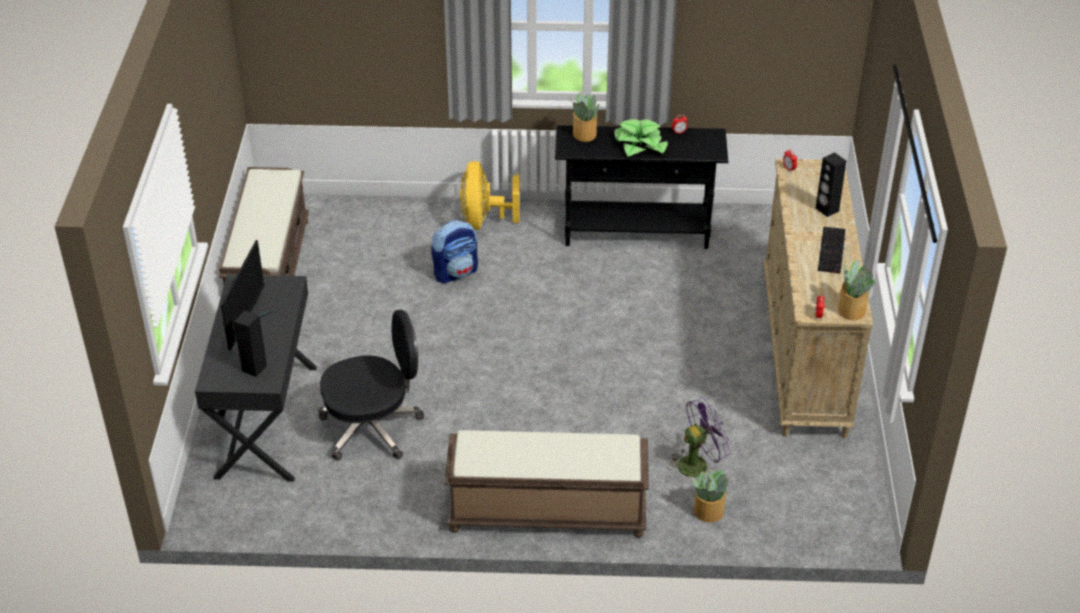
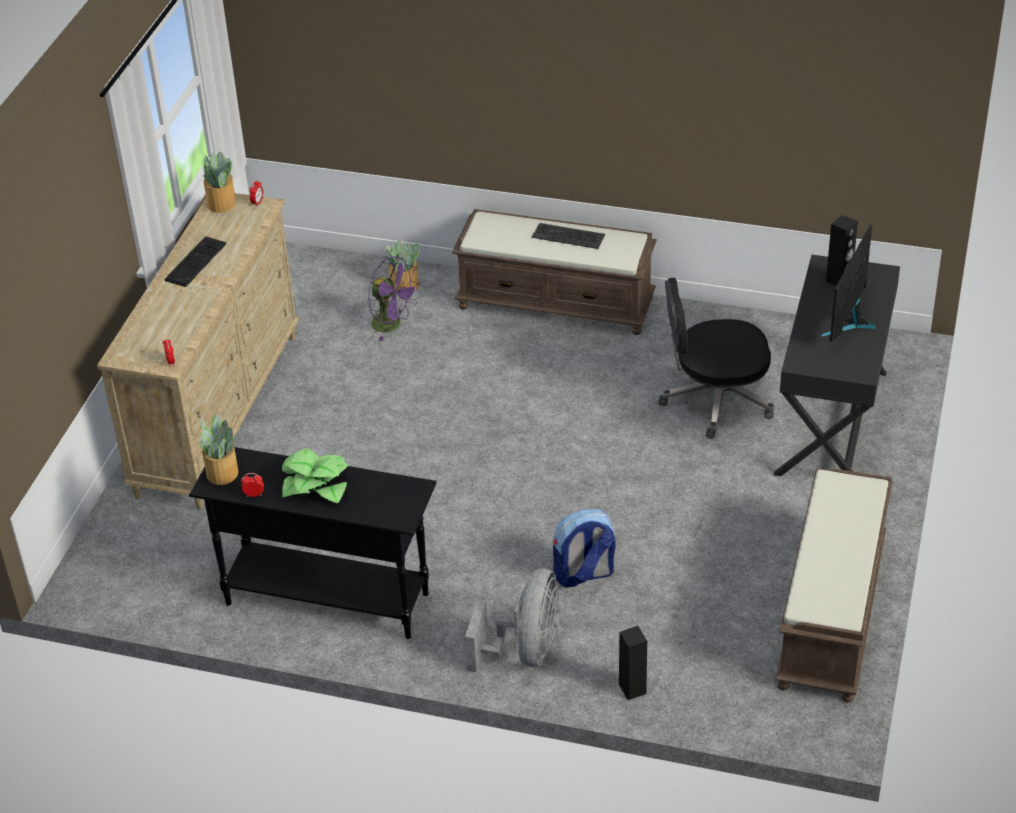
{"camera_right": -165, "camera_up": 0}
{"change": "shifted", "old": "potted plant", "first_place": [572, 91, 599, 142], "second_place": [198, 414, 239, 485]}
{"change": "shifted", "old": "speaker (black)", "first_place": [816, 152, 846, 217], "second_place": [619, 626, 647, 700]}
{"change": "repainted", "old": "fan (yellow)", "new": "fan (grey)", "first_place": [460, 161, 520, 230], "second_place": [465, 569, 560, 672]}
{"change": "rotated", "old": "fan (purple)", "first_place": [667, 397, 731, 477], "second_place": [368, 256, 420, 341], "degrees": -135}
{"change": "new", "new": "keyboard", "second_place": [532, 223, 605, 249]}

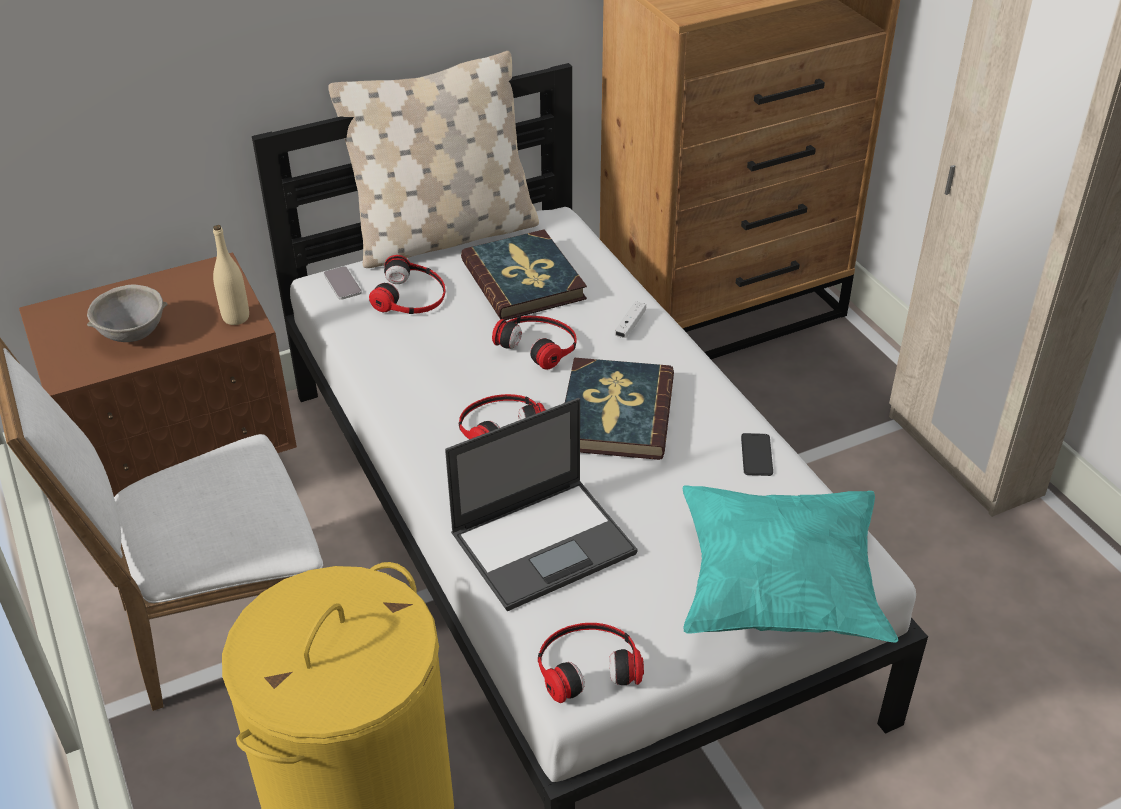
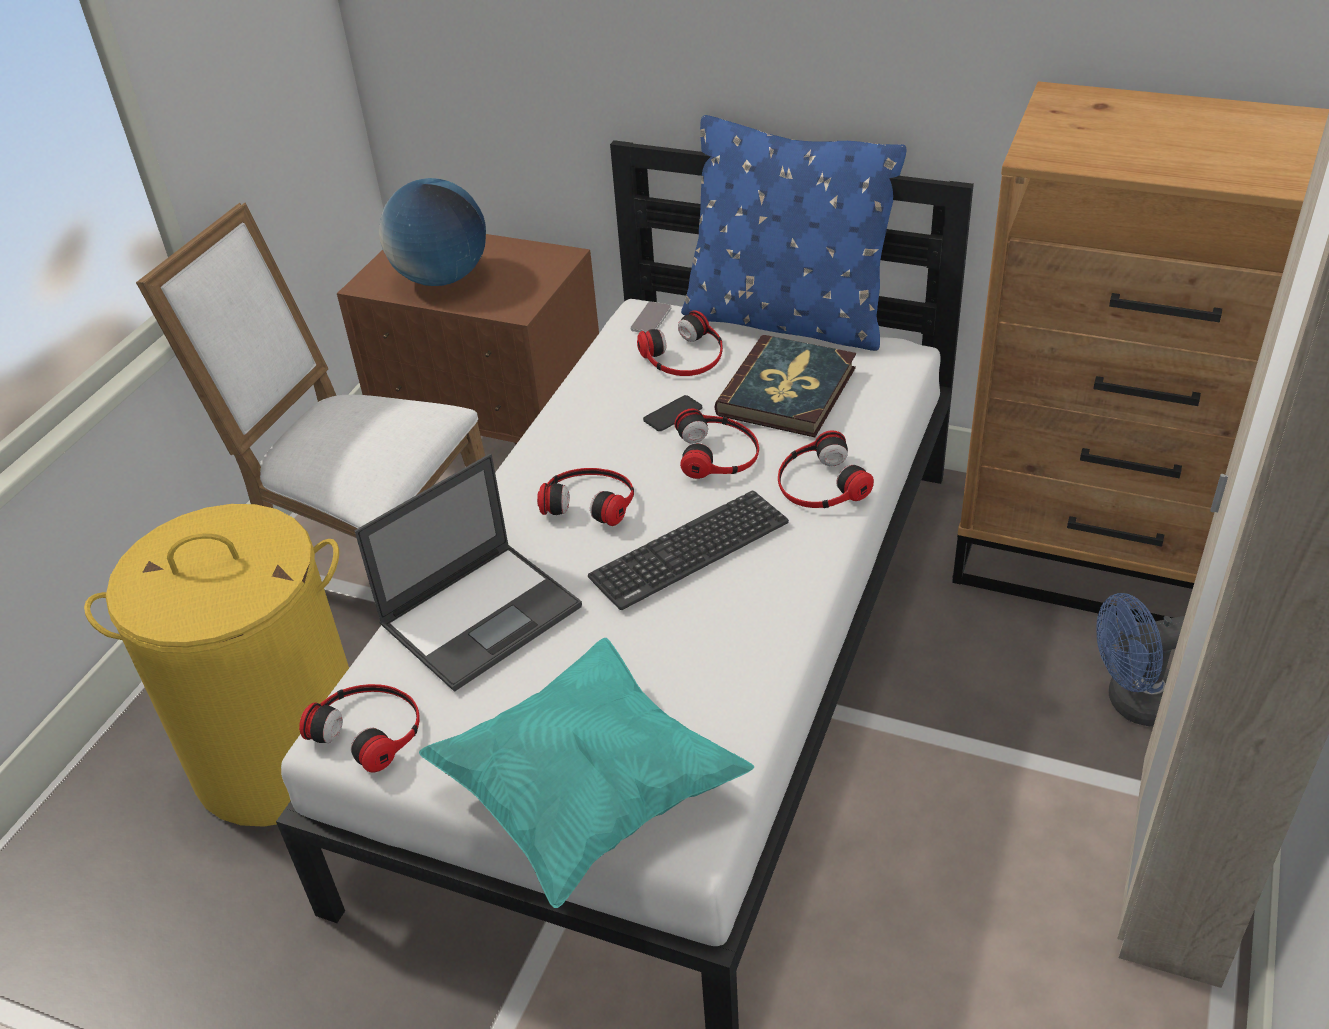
{"camera_right": 50, "camera_up": 0}
{"change": "repainted", "old": "pillow (beige)", "new": "pillow (blue)", "first_place": [328, 51, 539, 268], "second_place": [681, 115, 907, 351]}
{"change": "gone", "old": "bottle (beige)", "first_place": [213, 225, 249, 325]}
{"change": "swapped", "old": "bowl (grey)", "new": "globe", "first_place": [87, 284, 167, 342], "second_place": [379, 178, 486, 286]}
{"change": "swapped", "old": "game controller (white)", "new": "headphones", "first_place": [615, 301, 646, 338], "second_place": [778, 431, 874, 508]}
{"change": "swapped", "old": "book", "new": "keyboard", "first_place": [565, 357, 674, 460], "second_place": [588, 490, 789, 610]}
{"change": "rotated", "old": "laptop", "first_place": [445, 398, 638, 611], "second_place": [354, 454, 582, 692], "degrees": -60}
{"change": "shifted", "old": "phone", "first_place": [741, 433, 773, 476], "second_place": [643, 395, 702, 431]}
{"change": "new", "new": "fan (blue)", "second_place": [1097, 593, 1185, 726]}

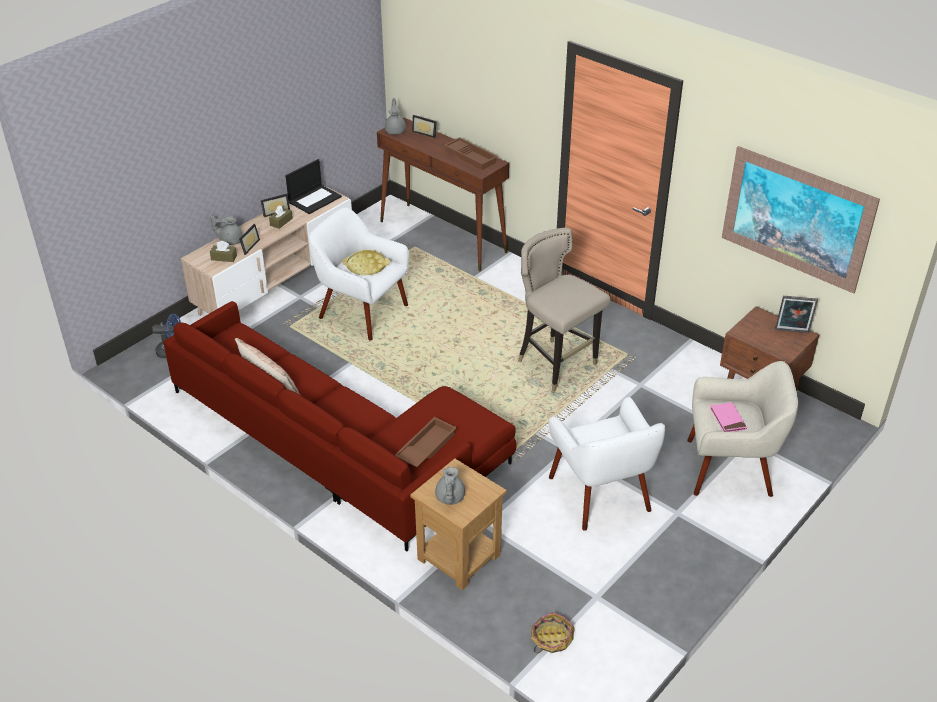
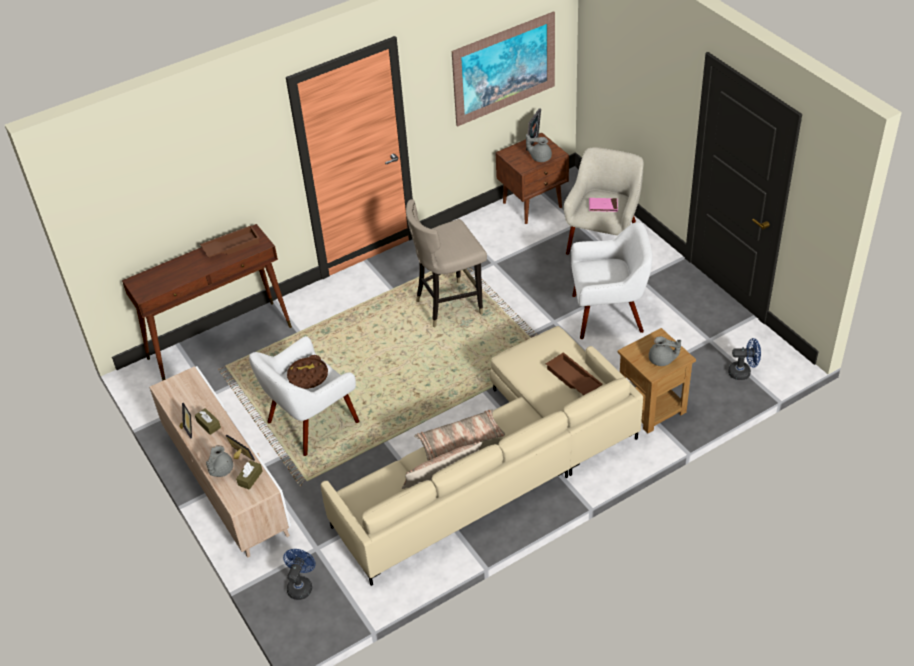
{"camera_right": -70, "camera_up": 5}
{"change": "shifted", "old": "teapot (grey)", "first_place": [385, 98, 406, 135], "second_place": [526, 134, 552, 162]}
{"change": "gone", "old": "picture frame", "first_place": [412, 115, 436, 138]}
{"change": "gone", "old": "laptop", "first_place": [285, 159, 342, 214]}
{"change": "repainted", "old": "tray (yellow)", "new": "tray (brown)", "first_place": [342, 250, 390, 275], "second_place": [287, 355, 328, 389]}
{"change": "repainted", "old": "sofa (red)", "new": "sofa (beige)", "first_place": [164, 301, 516, 552], "second_place": [321, 326, 643, 586]}
{"change": "swapped", "old": "basket", "new": "fan (blue)", "first_place": [531, 612, 575, 653], "second_place": [728, 338, 761, 380]}
{"change": "new", "new": "pillow", "second_place": [414, 409, 505, 461]}

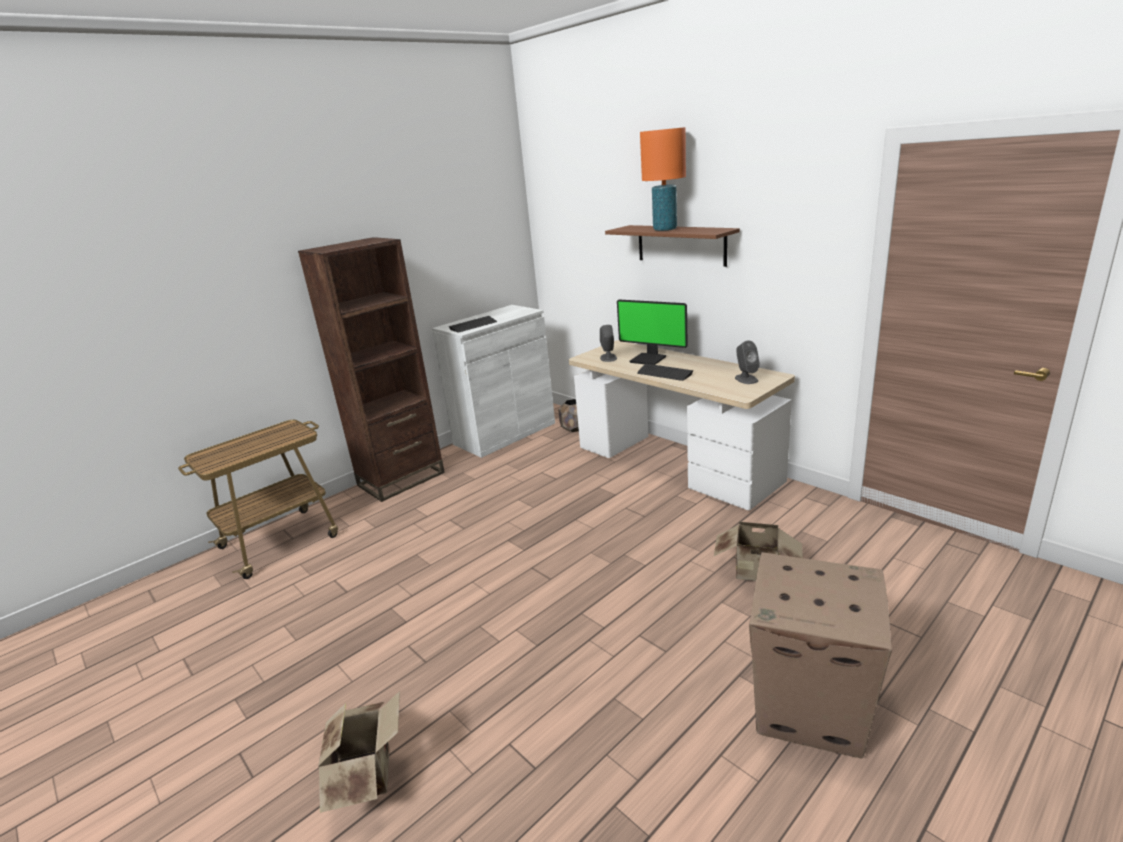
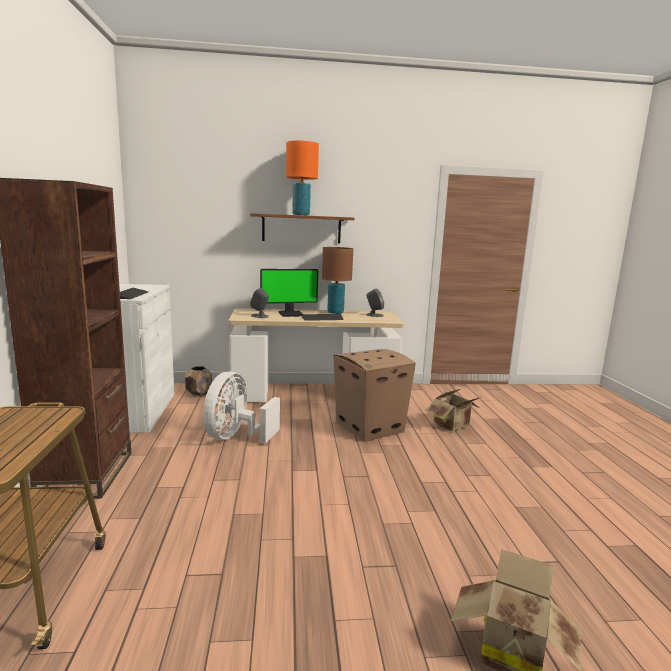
{"camera_right": -55, "camera_up": -10}
{"change": "shifted", "old": "cardboard box", "first_place": [749, 552, 892, 759], "second_place": [333, 349, 416, 442]}
{"change": "new", "new": "table lamp (brown)", "second_place": [322, 247, 353, 314]}
{"change": "new", "new": "fan (white)", "second_place": [203, 372, 280, 443]}

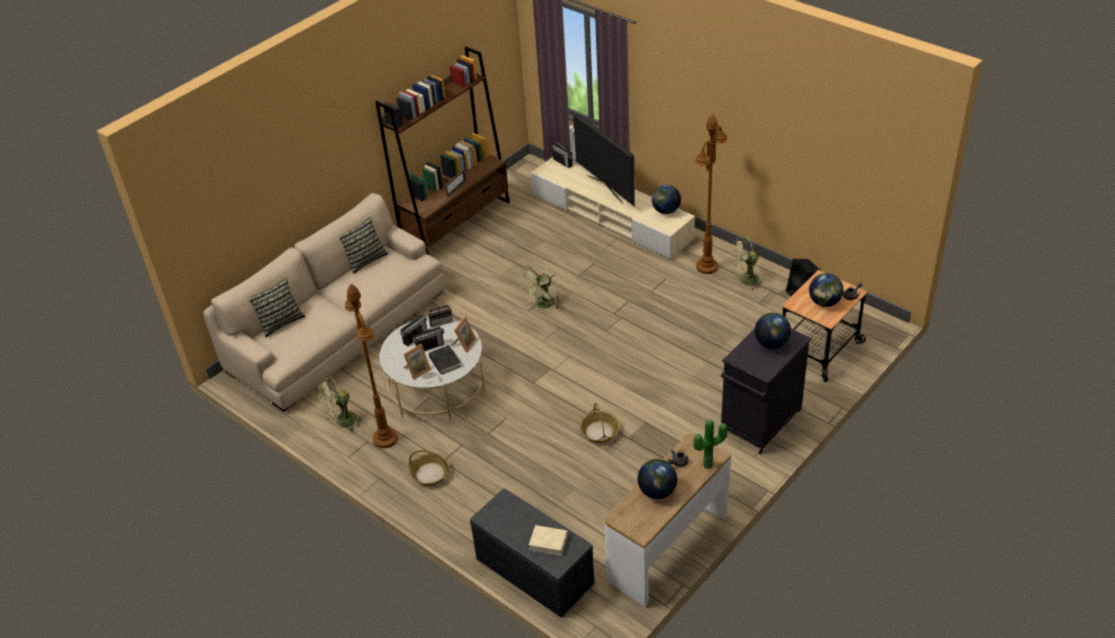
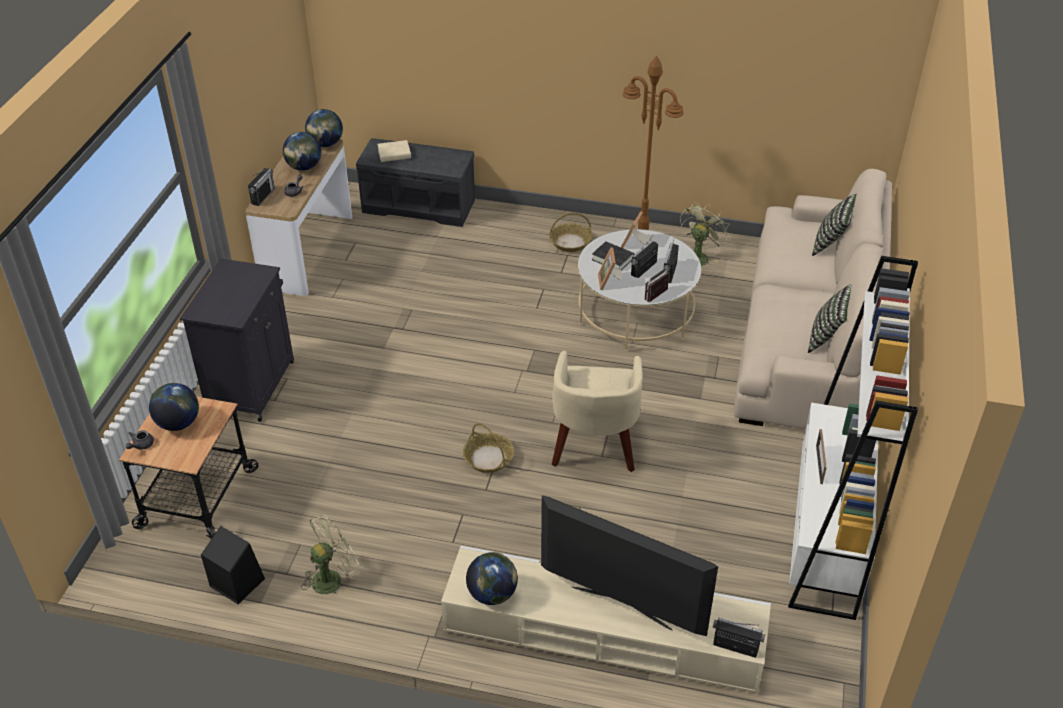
{"camera_right": 150, "camera_up": 0}
{"change": "repainted", "old": "bookcase (brown)", "new": "bookcase (white)", "first_place": [375, 47, 510, 255], "second_place": [788, 256, 918, 620]}
{"change": "gone", "old": "floor lamp (brown)", "first_place": [695, 114, 727, 274]}
{"change": "swapped", "old": "fan (green)", "new": "armchair (beige)", "first_place": [520, 264, 561, 308], "second_place": [552, 350, 643, 472]}
{"change": "shifted", "old": "globe", "first_place": [755, 313, 791, 349], "second_place": [305, 109, 343, 147]}
{"change": "shifted", "old": "basket", "first_place": [580, 403, 619, 443], "second_place": [463, 423, 514, 473]}
{"change": "swapped", "old": "potted plant", "new": "radio", "first_place": [694, 419, 727, 469], "second_place": [248, 168, 275, 206]}

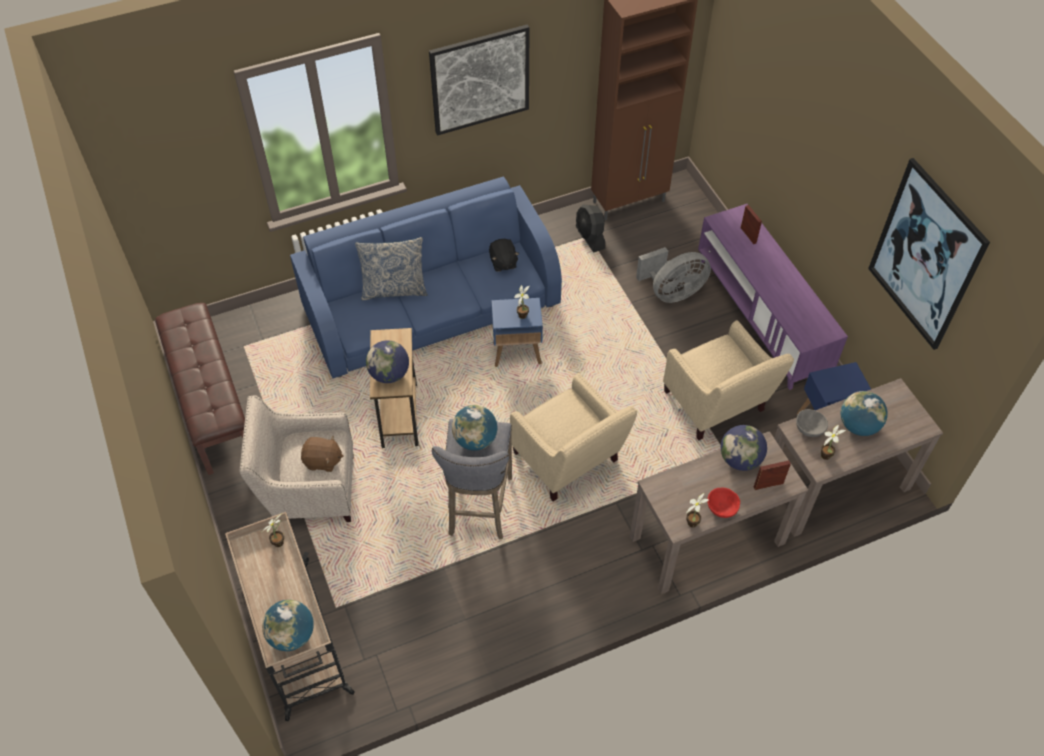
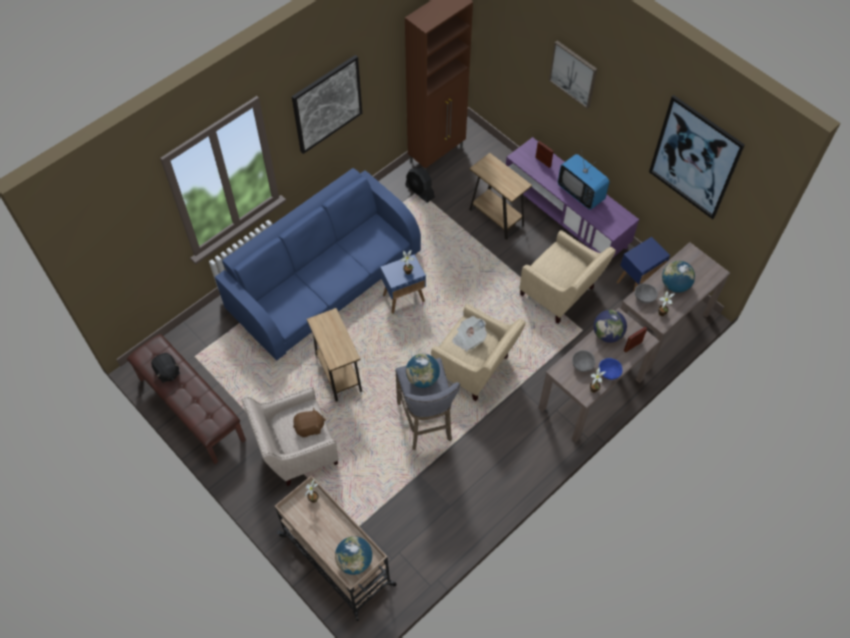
{"camera_right": -20, "camera_up": 5}
{"change": "gone", "old": "pillow", "first_place": [355, 237, 428, 301]}
{"change": "shifted", "old": "plush toy (black)", "first_place": [489, 239, 519, 272], "second_place": [151, 353, 180, 383]}
{"change": "swapped", "old": "fan (grey)", "new": "side table (brown)", "first_place": [636, 247, 711, 303], "second_place": [469, 153, 532, 240]}
{"change": "gone", "old": "globe", "first_place": [366, 340, 409, 383]}
{"change": "repainted", "old": "bowl (red)", "new": "bowl (blue)", "first_place": [707, 488, 740, 518], "second_place": [599, 358, 623, 380]}
{"change": "new", "new": "picture", "second_place": [549, 40, 597, 109]}
{"change": "new", "new": "television", "second_place": [558, 151, 610, 210]}
{"change": "new", "new": "newspaper", "second_place": [452, 316, 487, 352]}
{"change": "new", "new": "bowl (grey)", "second_place": [572, 350, 595, 372]}

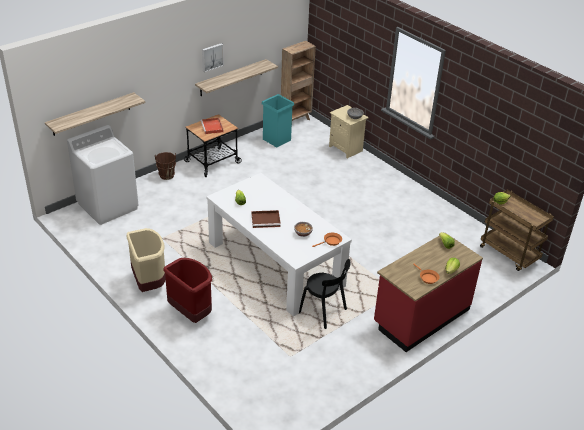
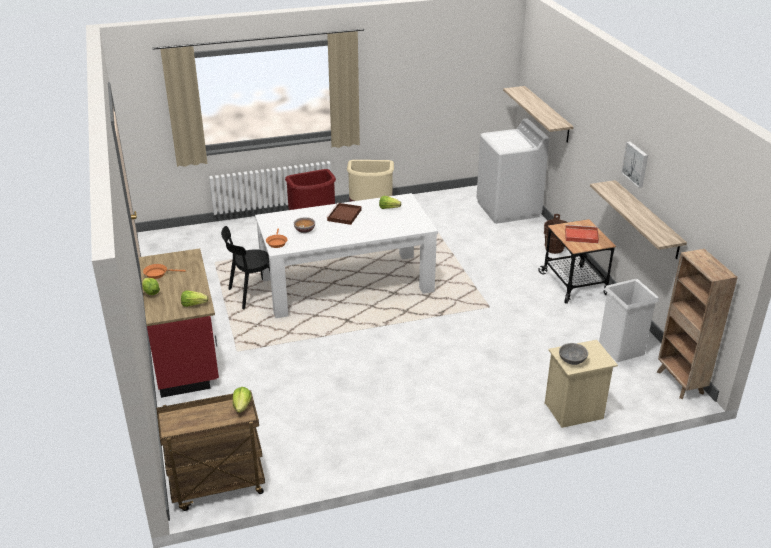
{"camera_right": 115, "camera_up": -5}
{"change": "repainted", "old": "trash can (turquoise)", "new": "trash can (white)", "first_place": [262, 94, 294, 147], "second_place": [599, 279, 659, 362]}

